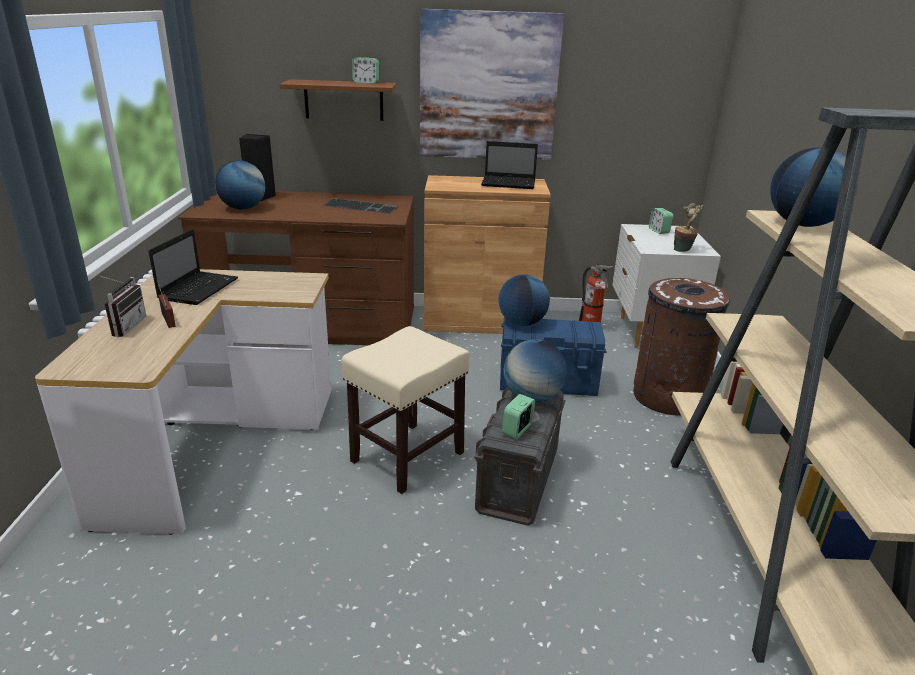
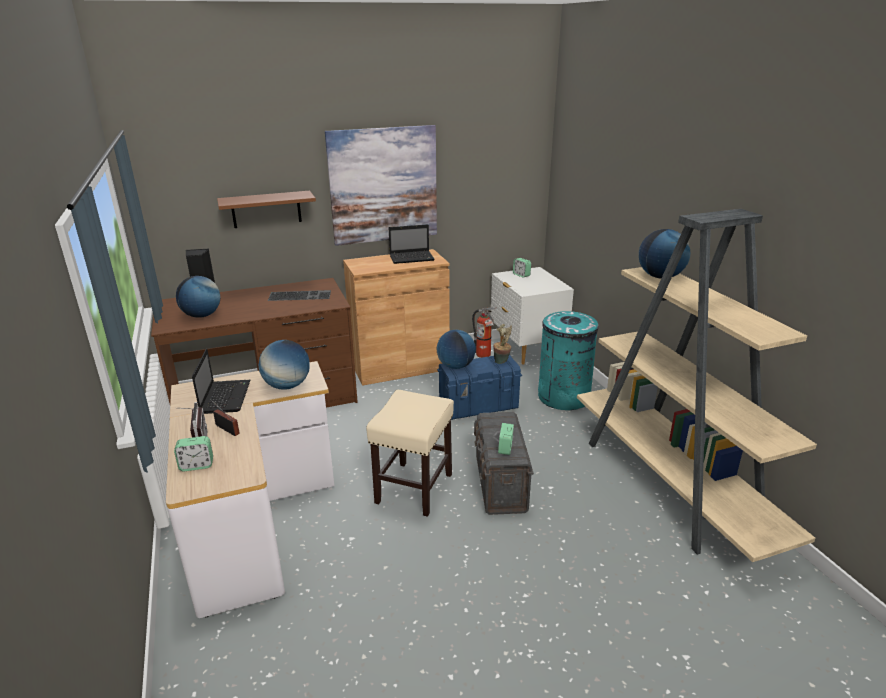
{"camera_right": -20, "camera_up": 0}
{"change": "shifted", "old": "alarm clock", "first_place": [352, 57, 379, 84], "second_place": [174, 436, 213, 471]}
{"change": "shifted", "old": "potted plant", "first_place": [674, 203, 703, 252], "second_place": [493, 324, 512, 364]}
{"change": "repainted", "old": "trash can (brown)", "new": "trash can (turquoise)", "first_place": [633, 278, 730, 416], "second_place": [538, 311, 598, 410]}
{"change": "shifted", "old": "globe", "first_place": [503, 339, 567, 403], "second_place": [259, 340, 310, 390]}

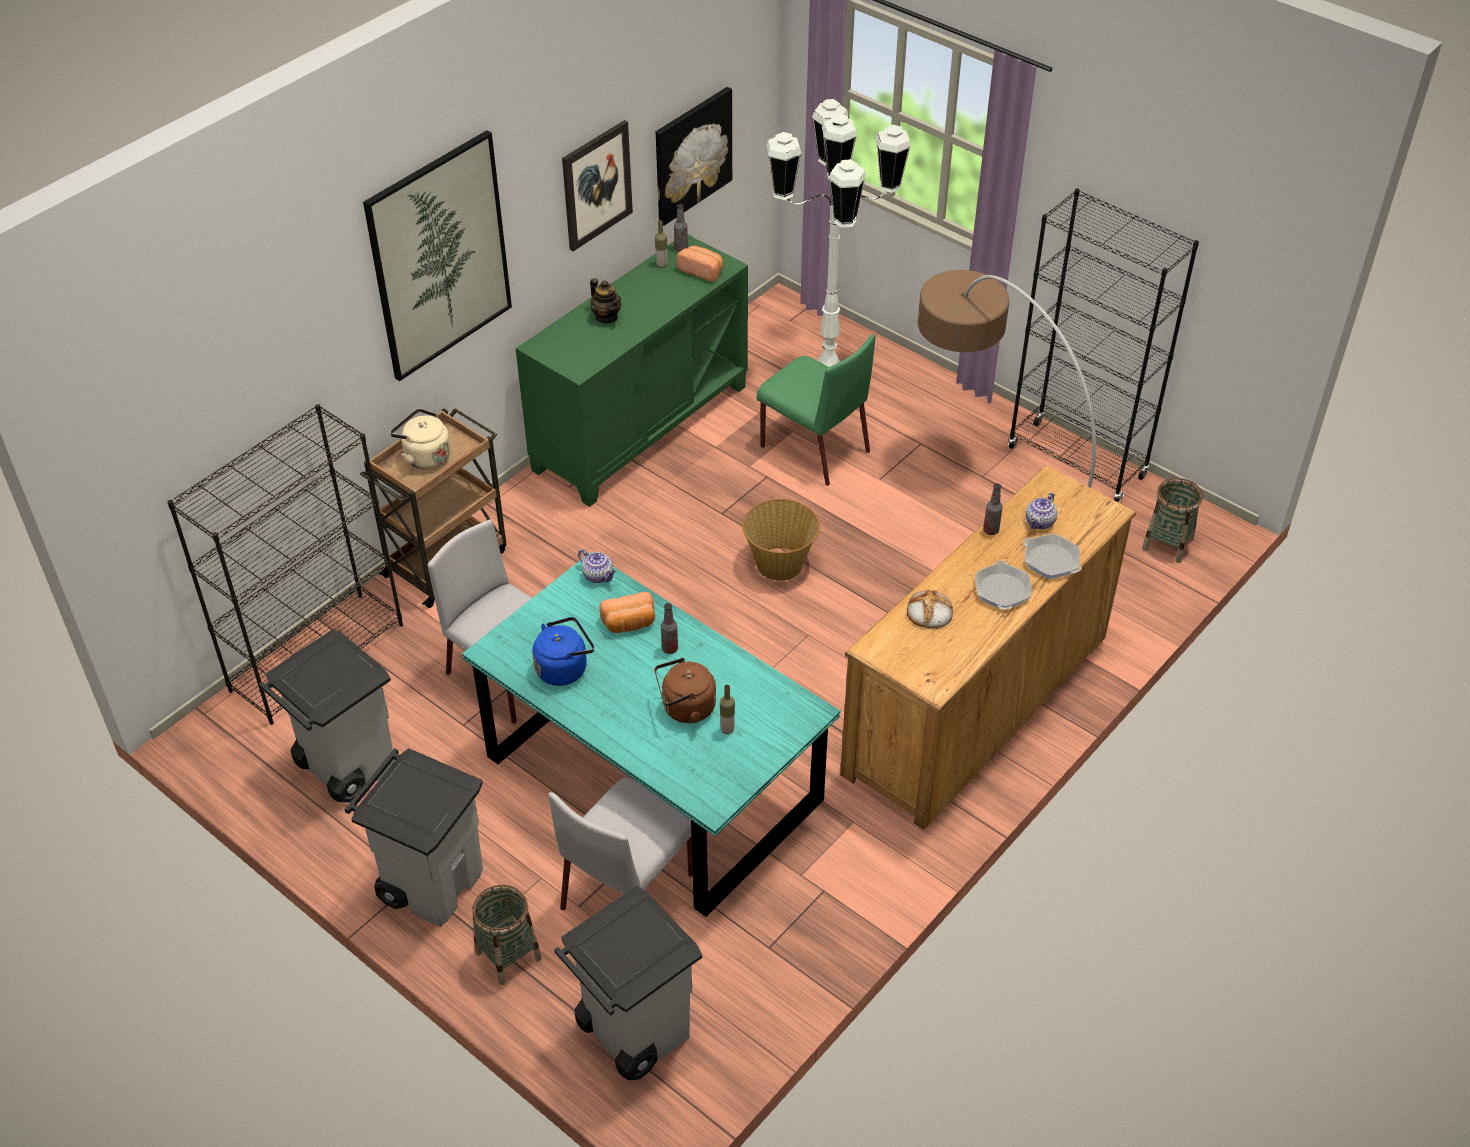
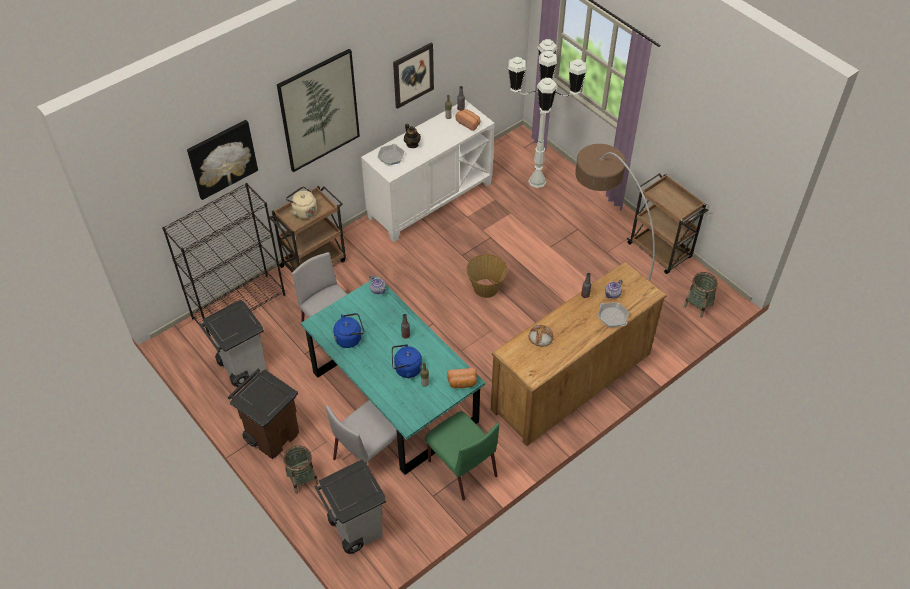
{"camera_right": 10, "camera_up": 5}
{"change": "shifted", "old": "picture", "first_place": [656, 87, 732, 226], "second_place": [187, 120, 258, 200]}
{"change": "swapped", "old": "bookcase (black)", "new": "cart (brown)", "first_place": [1008, 188, 1199, 503], "second_place": [627, 173, 708, 274]}
{"change": "repainted", "old": "cabinet (green)", "new": "cabinet (white)", "first_place": [516, 235, 748, 507], "second_place": [361, 100, 495, 242]}
{"change": "shifted", "old": "chair (green)", "first_place": [756, 334, 876, 486], "second_place": [425, 411, 500, 501]}
{"change": "shifted", "old": "frying pan", "first_place": [975, 560, 1031, 610], "second_place": [378, 144, 404, 165]}
{"change": "shifted", "old": "bread", "first_place": [599, 592, 655, 633], "second_place": [447, 368, 477, 389]}
{"change": "repainted", "old": "kettle (brown)", "new": "kettle (blue)", "first_place": [655, 658, 716, 723], "second_place": [392, 344, 422, 378]}
{"change": "repainted", "old": "trash can (grey)", "new": "trash can (brown)", "first_place": [345, 748, 483, 927], "second_place": [228, 369, 299, 459]}

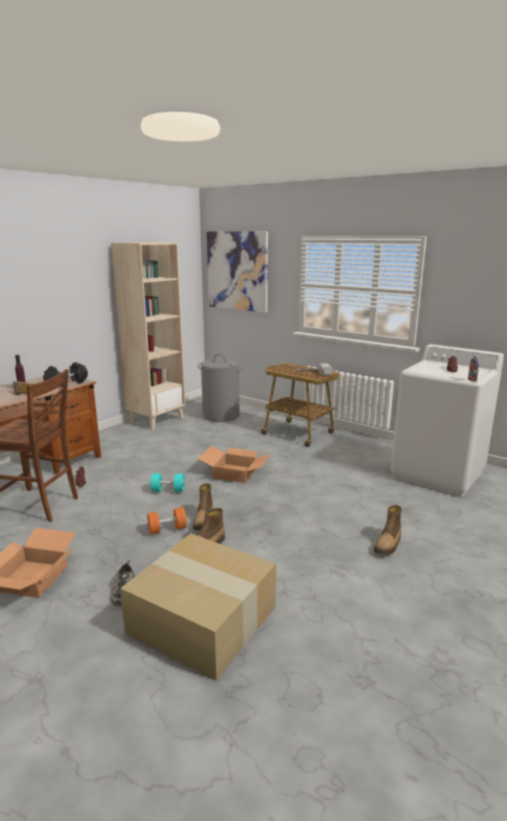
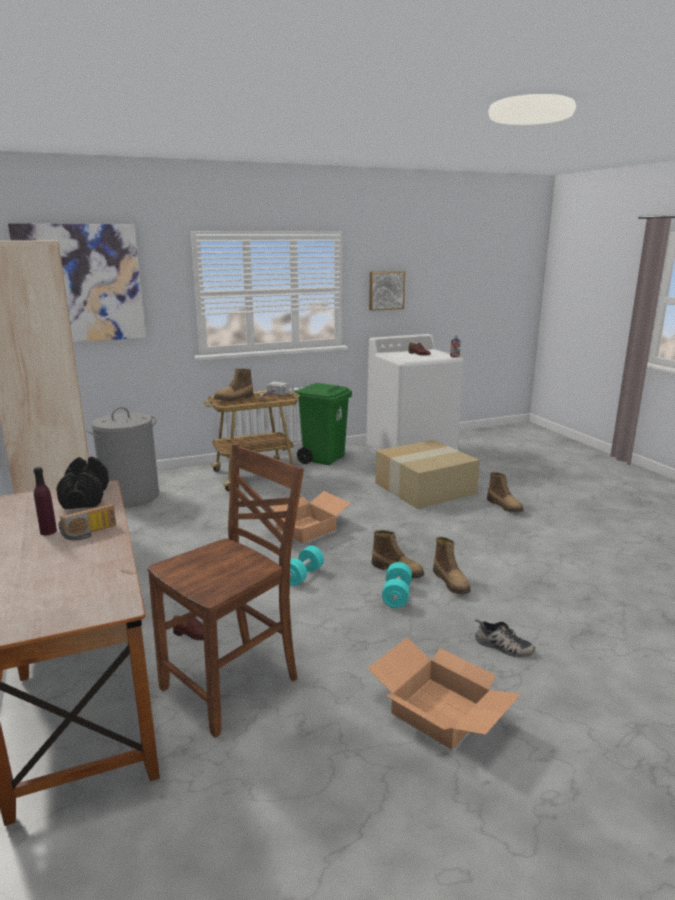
{"camera_right": -60, "camera_up": 0}
{"change": "repainted", "old": "dumbbell (orange)", "new": "dumbbell (turquoise)", "first_place": [147, 507, 187, 534], "second_place": [382, 562, 412, 608]}
{"change": "shifted", "old": "cardboard box", "first_place": [120, 533, 276, 681], "second_place": [375, 440, 480, 509]}
{"change": "new", "new": "picture", "second_place": [369, 271, 405, 311]}
{"change": "new", "new": "boot", "second_place": [214, 369, 254, 401]}
{"change": "new", "new": "trash can (green)", "second_place": [294, 383, 352, 465]}

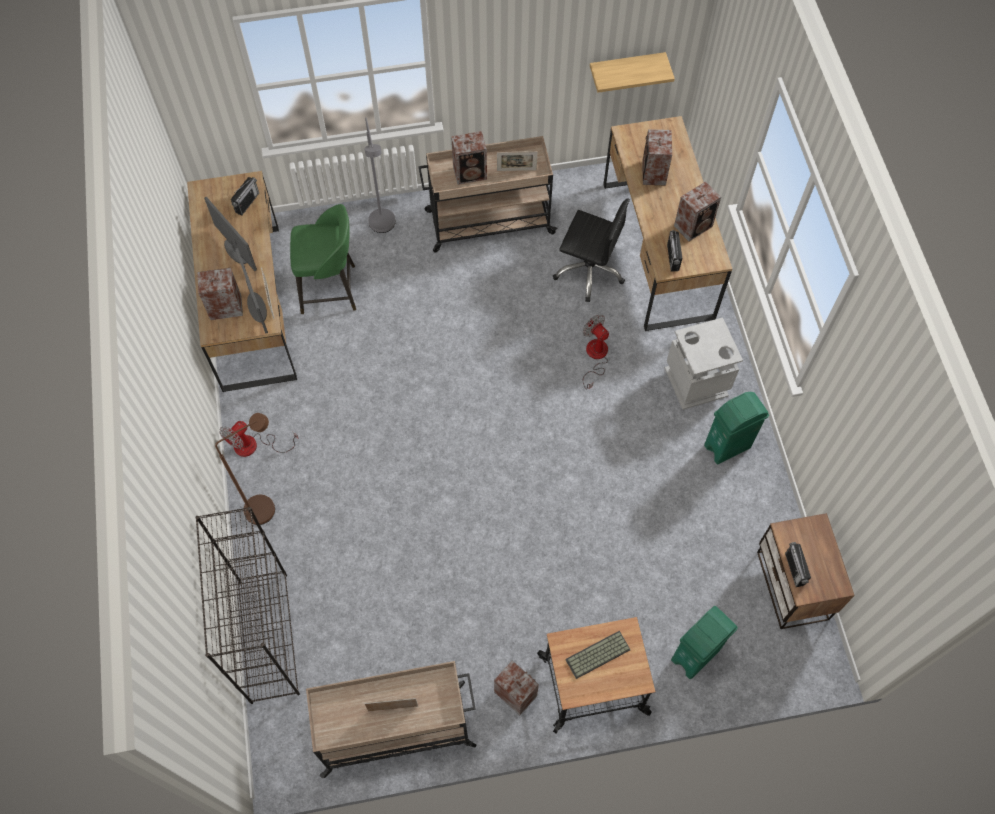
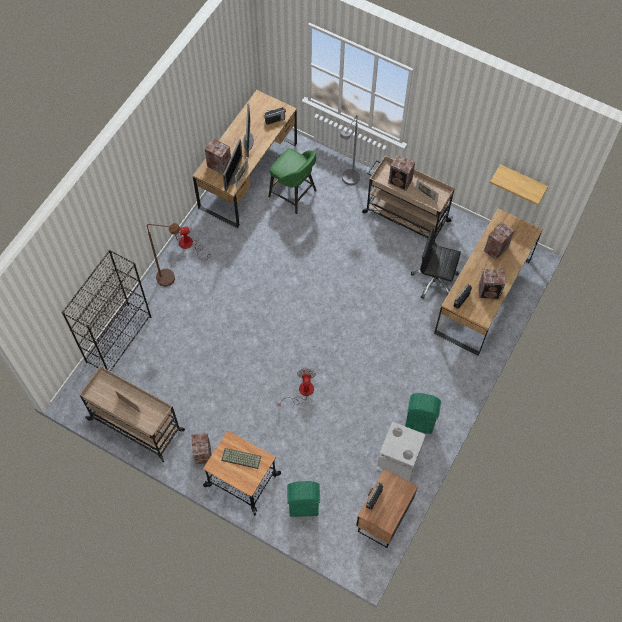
{"camera_right": 40, "camera_up": 0}
{"change": "rotated", "old": "office chair (black)", "first_place": [553, 199, 630, 302], "second_place": [411, 228, 461, 299], "degrees": 135}
{"change": "shifted", "old": "fan", "first_place": [583, 315, 609, 390], "second_place": [277, 369, 316, 406]}
{"change": "shifted", "old": "trash can (grey)", "first_place": [665, 317, 743, 410], "second_place": [376, 421, 426, 481]}

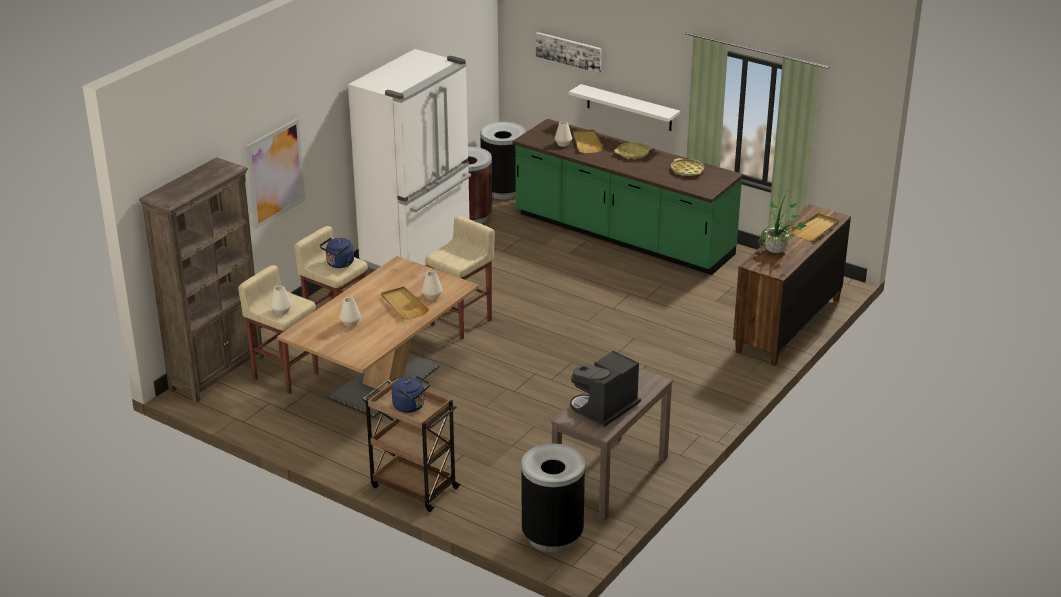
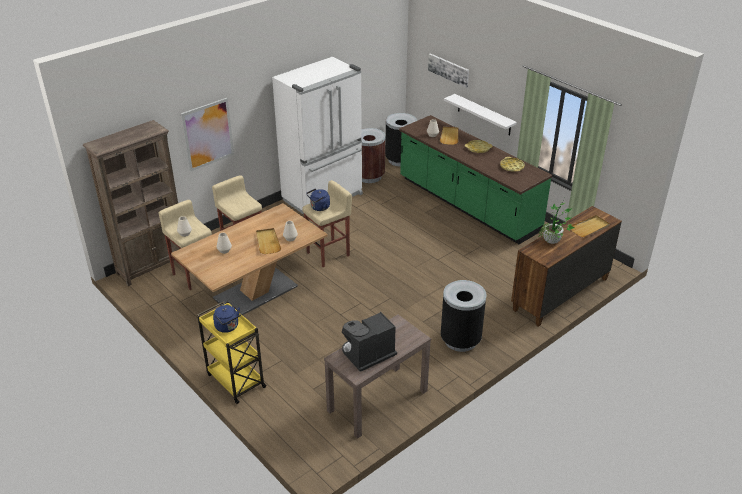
{"camera_right": 15, "camera_up": 5}
{"change": "shifted", "old": "kettle (blue)", "first_place": [320, 237, 354, 268], "second_place": [306, 188, 330, 211]}
{"change": "repainted", "old": "cart (brown)", "new": "cart (yellow)", "first_place": [362, 378, 461, 512], "second_place": [197, 302, 267, 404]}
{"change": "shifted", "old": "trash can (black)", "first_place": [521, 443, 585, 552], "second_place": [441, 280, 486, 352]}

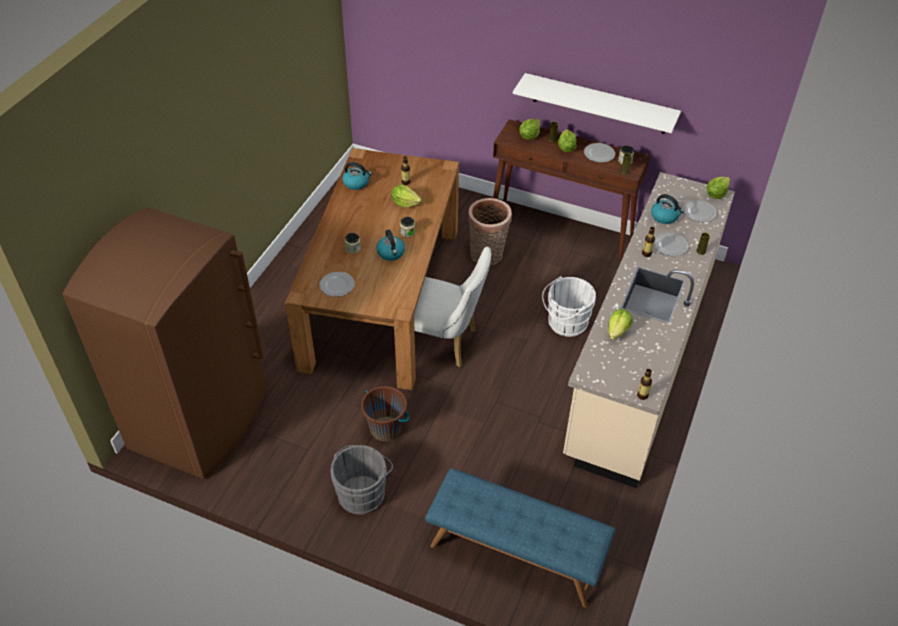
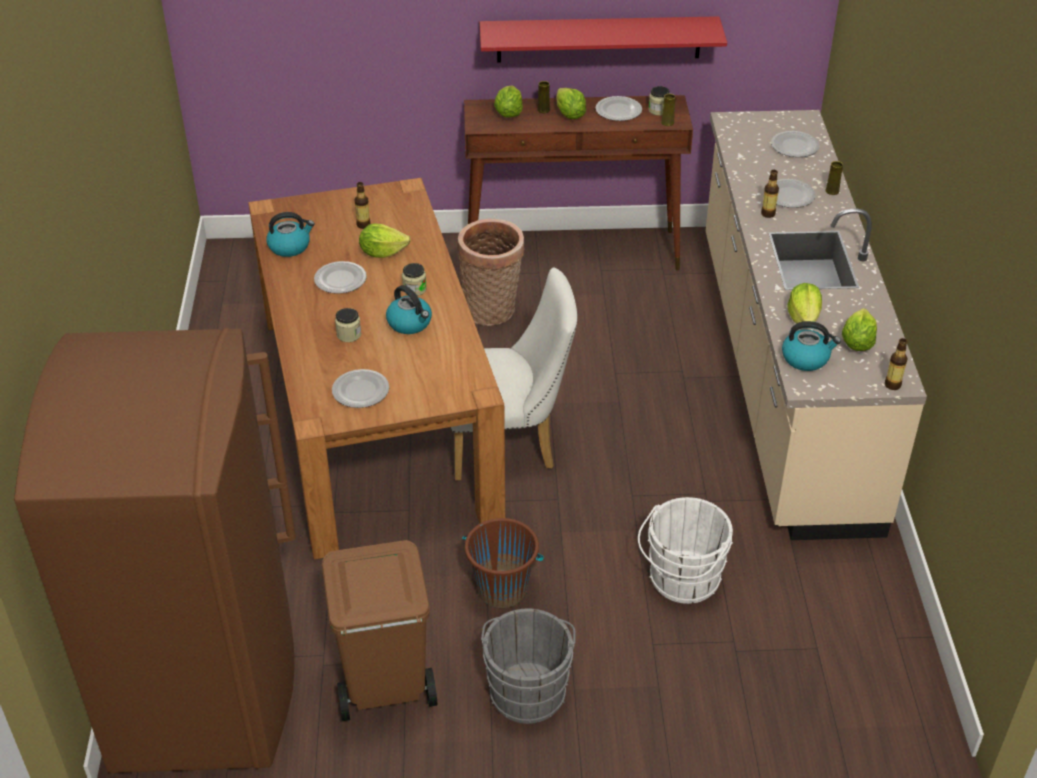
{"camera_right": -25, "camera_up": -5}
{"change": "repainted", "old": "shelf (white)", "new": "shelf (red)", "first_place": [513, 73, 681, 134], "second_place": [480, 16, 727, 62]}
{"change": "shifted", "old": "lettuce", "first_place": [707, 177, 730, 199], "second_place": [842, 308, 877, 351]}
{"change": "shifted", "old": "kettle", "first_place": [651, 194, 684, 224], "second_place": [782, 321, 841, 371]}
{"change": "shifted", "old": "bucket (white)", "first_place": [542, 276, 596, 337], "second_place": [638, 497, 733, 604]}
{"change": "gone", "old": "bench (blue)", "first_place": [425, 468, 615, 608]}
{"change": "new", "new": "plate", "second_place": [314, 261, 367, 294]}
{"change": "new", "new": "trash can (brown)", "second_place": [322, 540, 437, 721]}

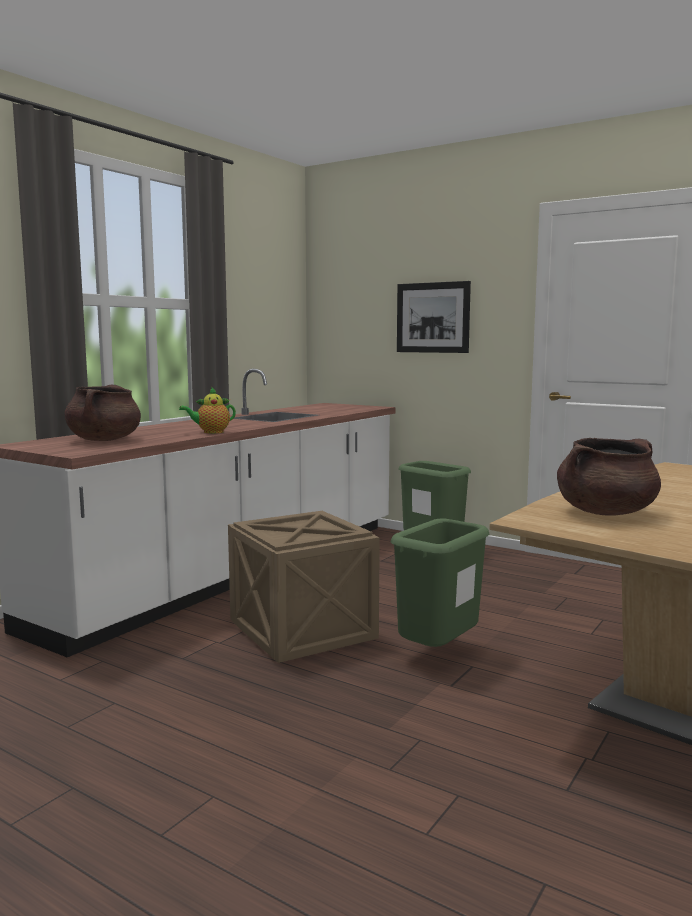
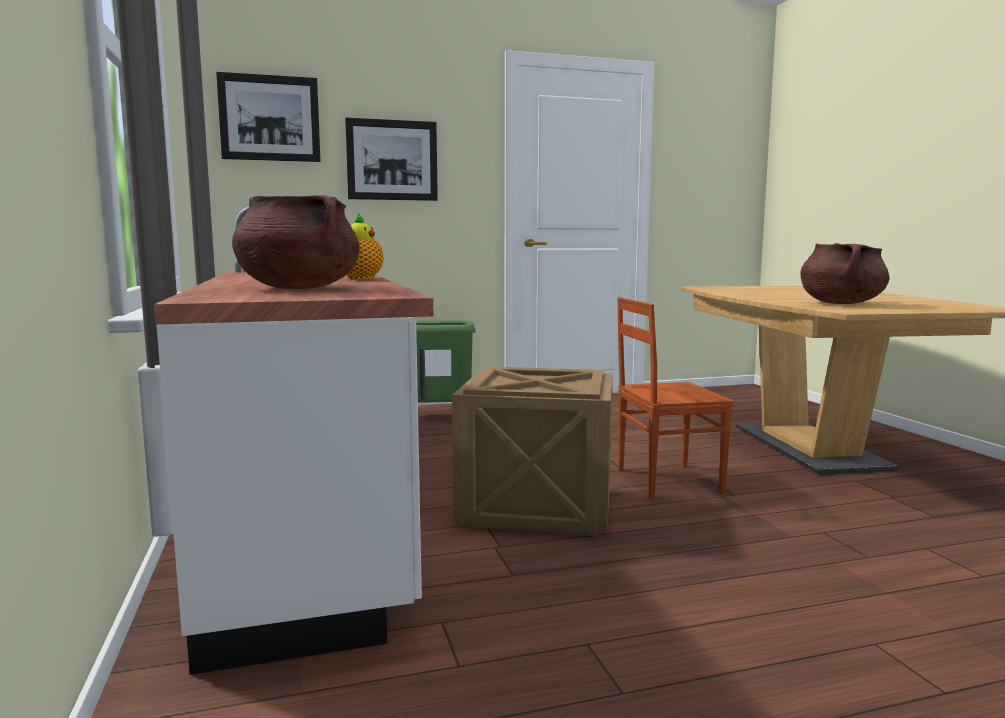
{"camera_right": -50, "camera_up": 0}
{"change": "swapped", "old": "trash can (green)", "new": "chair (brown)", "first_place": [391, 518, 490, 647], "second_place": [617, 297, 734, 498]}
{"change": "new", "new": "picture", "second_place": [216, 72, 321, 162]}

